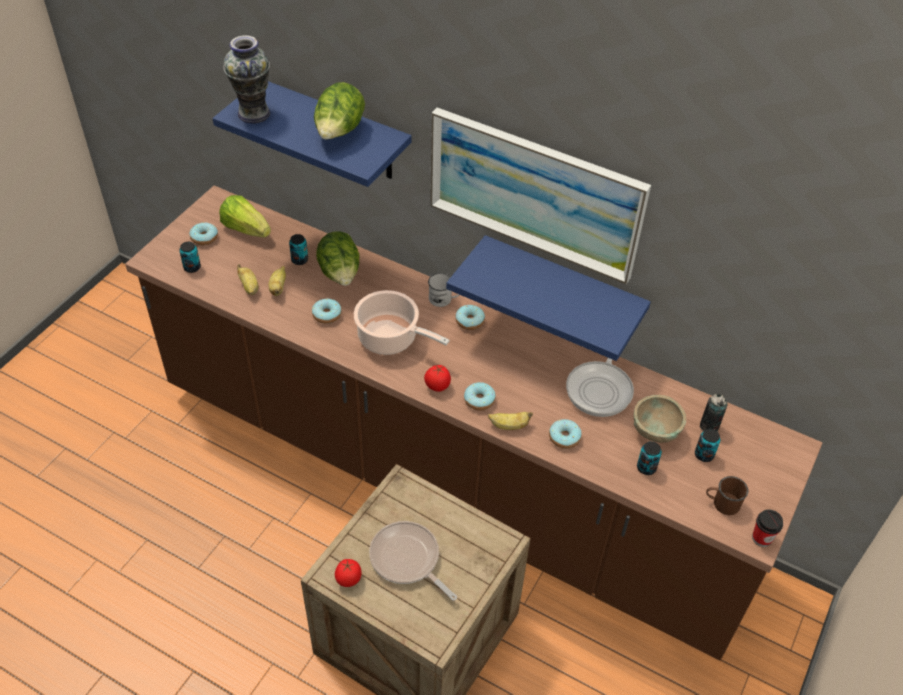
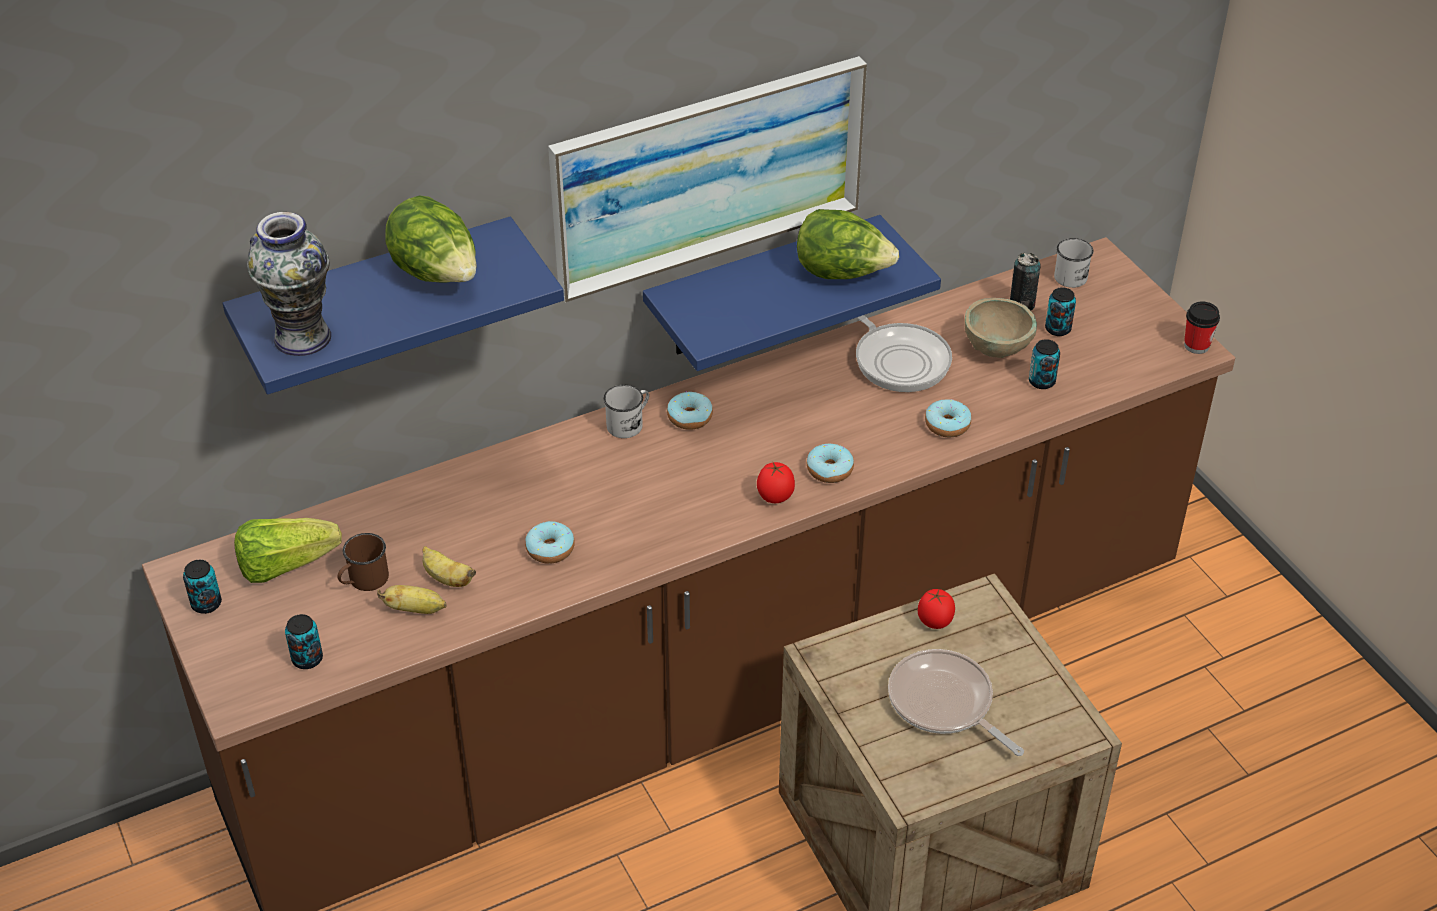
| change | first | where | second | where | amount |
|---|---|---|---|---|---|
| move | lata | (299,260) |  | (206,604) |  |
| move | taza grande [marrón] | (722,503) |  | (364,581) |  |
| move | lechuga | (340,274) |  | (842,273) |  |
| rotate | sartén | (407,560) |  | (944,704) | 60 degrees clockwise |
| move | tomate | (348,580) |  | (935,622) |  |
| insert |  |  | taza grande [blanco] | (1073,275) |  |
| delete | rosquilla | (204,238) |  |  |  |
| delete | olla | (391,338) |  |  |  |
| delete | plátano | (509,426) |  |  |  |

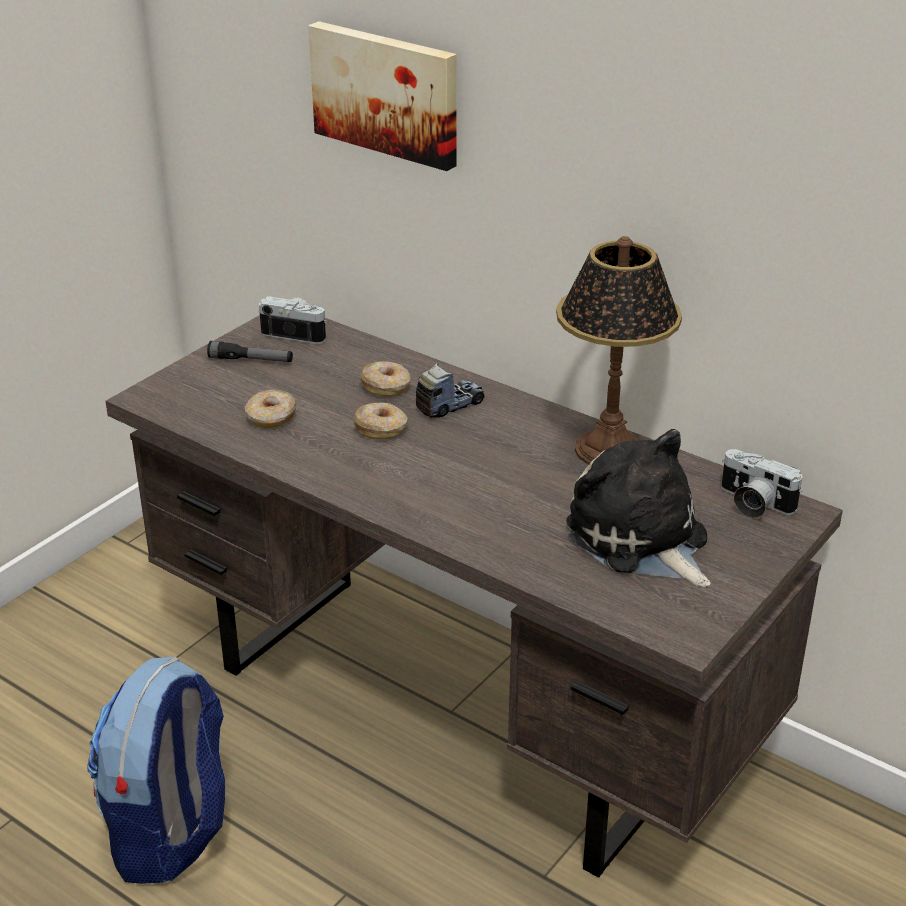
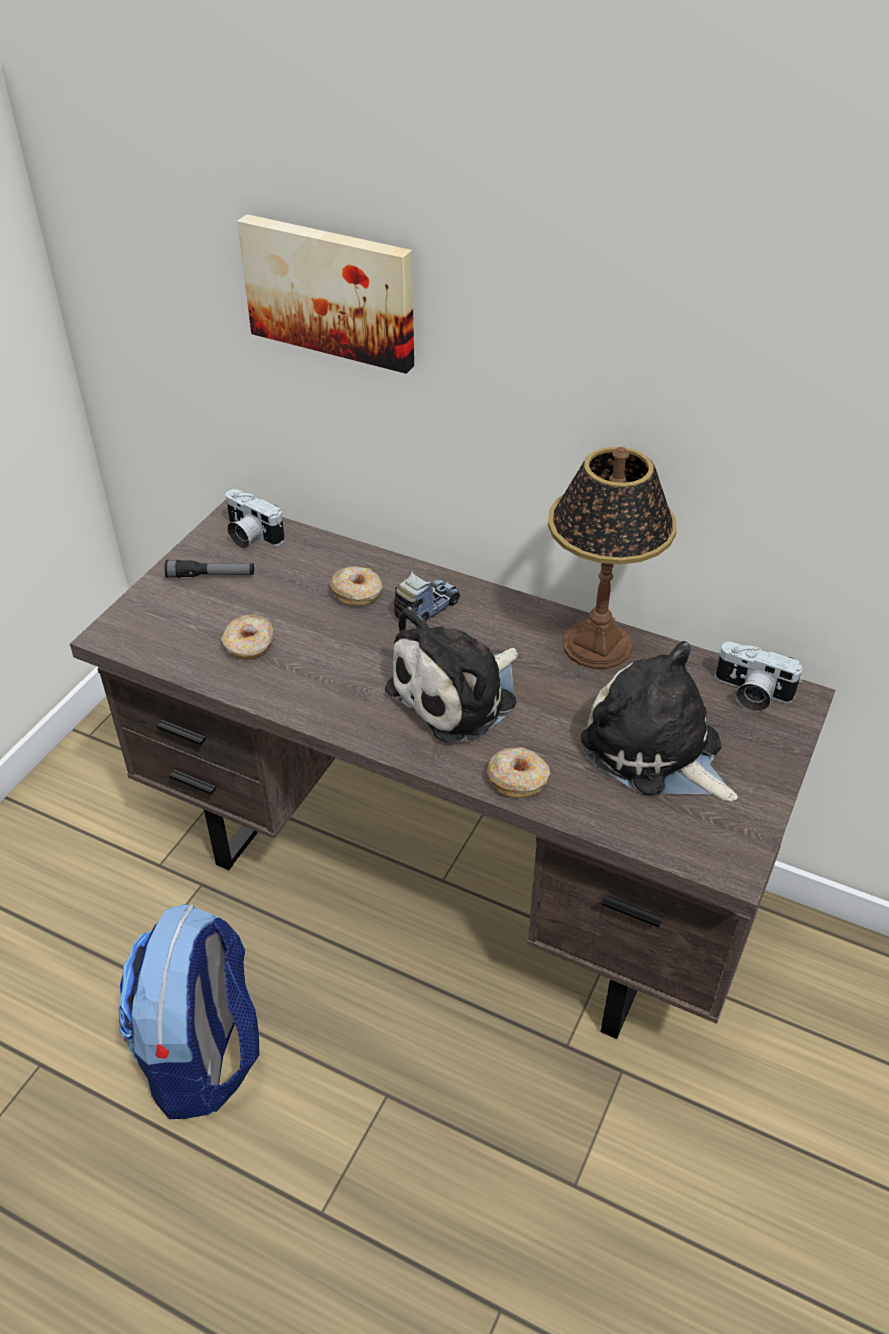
| change | first | where | second | where | amount |
|---|---|---|---|---|---|
| rotate | cámara | (297,332) |  | (250,536) | 150 degrees counterclockwise |
| insert |  |  | peluche | (458,695) |  |
| move | rosquilla | (381,428) |  | (518,779) |  |

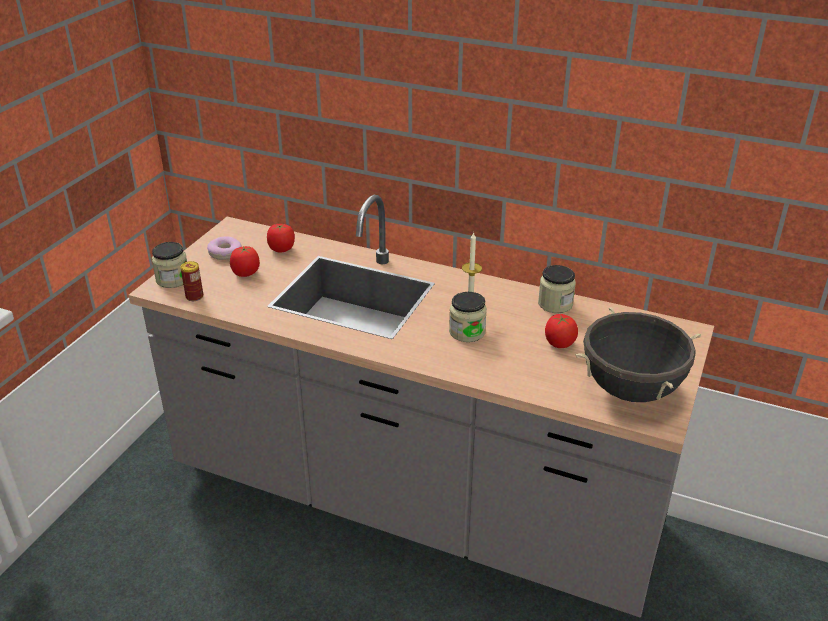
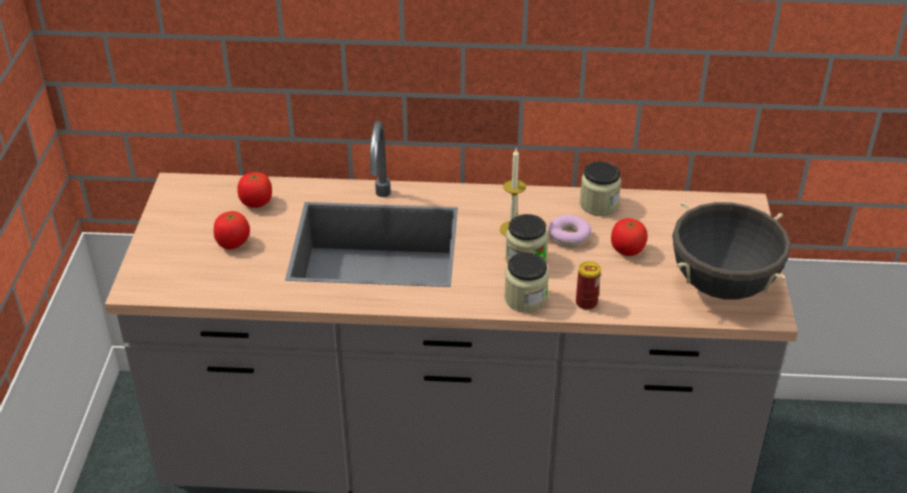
| change | first | where | second | where | amount |
|---|---|---|---|---|---|
| move | tarro | (173,279) |  | (525,299) |  |
| move | rosquilla | (225,253) |  | (569,237) |  |
| move | lata | (194,296) |  | (586,303) |  |

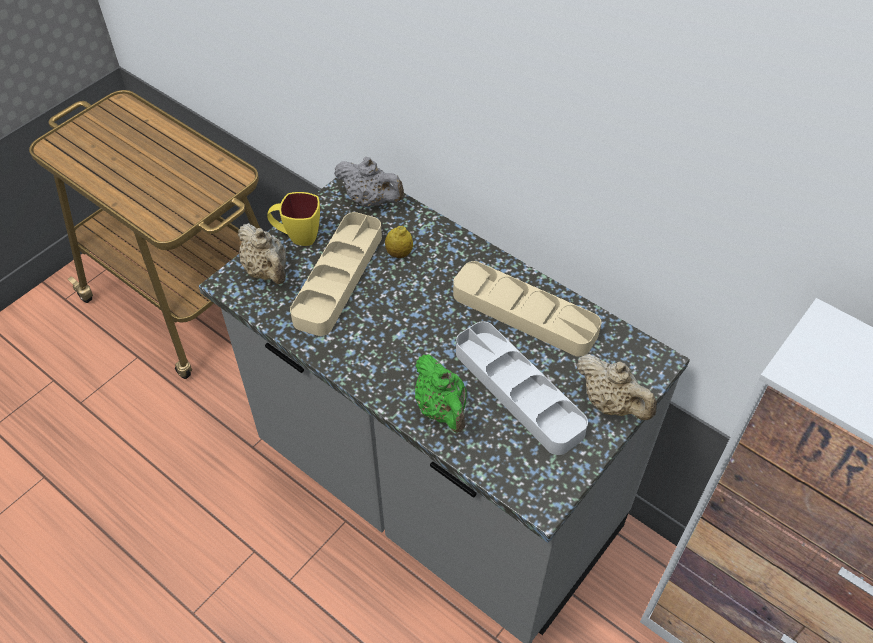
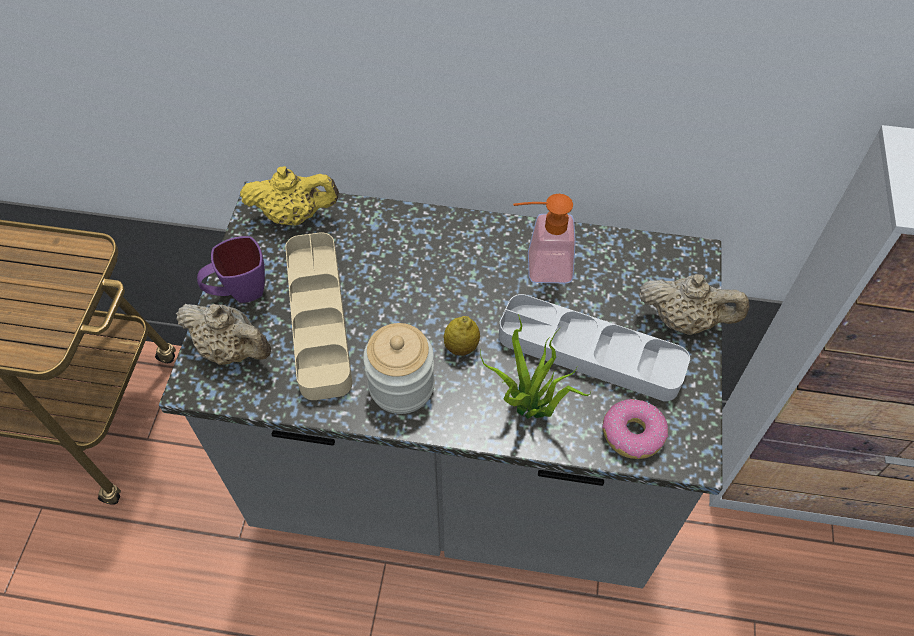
| change | first | where | second | where | amount |
|---|---|---|---|---|---|
| recolor | taza grande [amarillo] | (297,237) | taza grande [morado] | (239,293) |  |
| recolor | tetera [gris] | (371,200) | tetera [amarillo] | (295,215) |  |
| insert |  |  | tarro | (401,386) |  |
| move | limón | (399,253) |  | (461,347) |  |
| replace | tetera [verde] | (442,409) | planta en maceta | (529,411) |  |
| replace | bandeja [beis] | (524,313) | dispensador de jabón | (540,267) |  |
| insert |  |  | rosquilla | (633,433) |  |

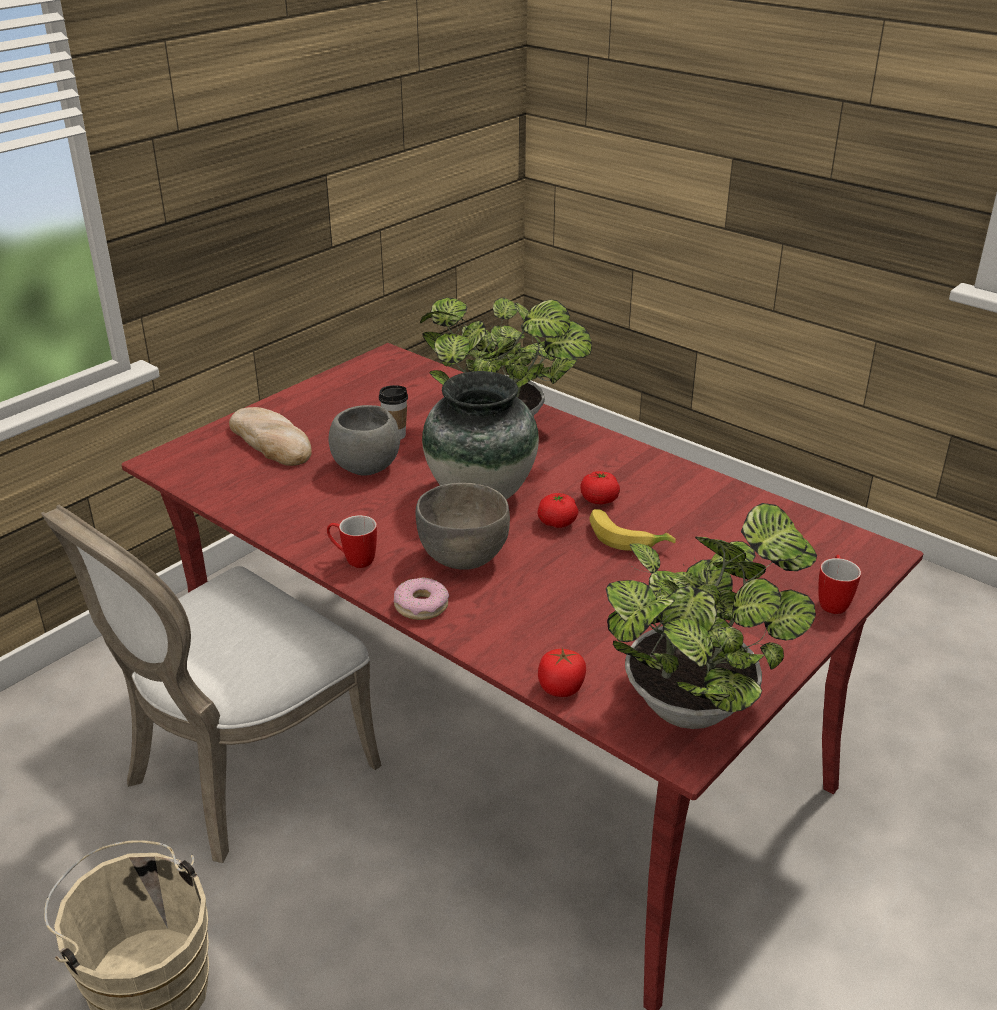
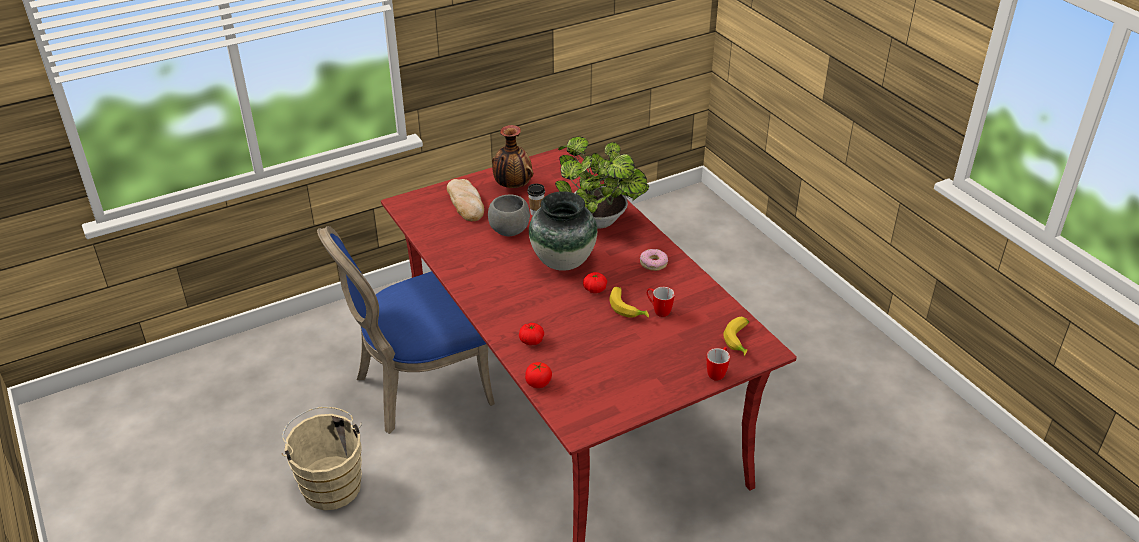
| change | first | where | second | where | amount |
|---|---|---|---|---|---|
| recolor | silla [blanco] | (240,774) | silla [azul] | (417,388) |  |
| insert |  |  | florero | (512,186) |  |
| move | tomate | (599,500) |  | (531,341) |  |
| move | rosquilla | (421,606) |  | (653,263) |  |
| move | taza grande | (353,560) |  | (658,311) |  |
| insert |  |  | plátano | (740,341) |  |
| delete | cuenco [gris] | (464,558) |  |  |  |
| delete | planta en maceta | (696,701) |  |  |  |

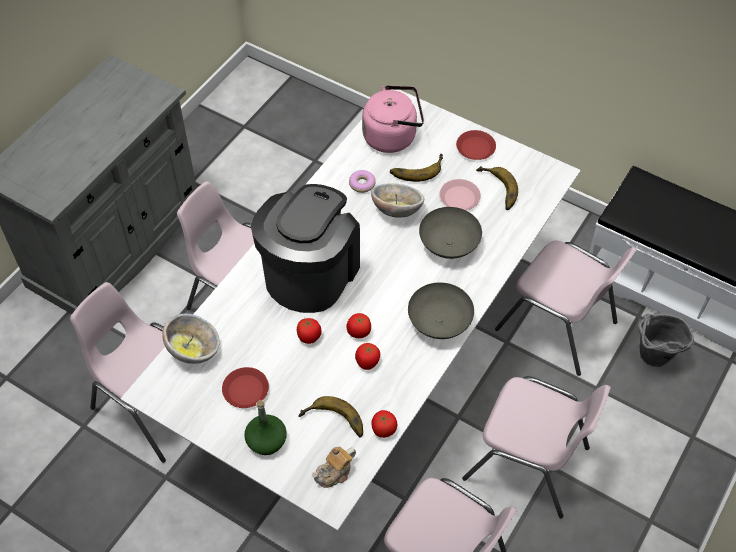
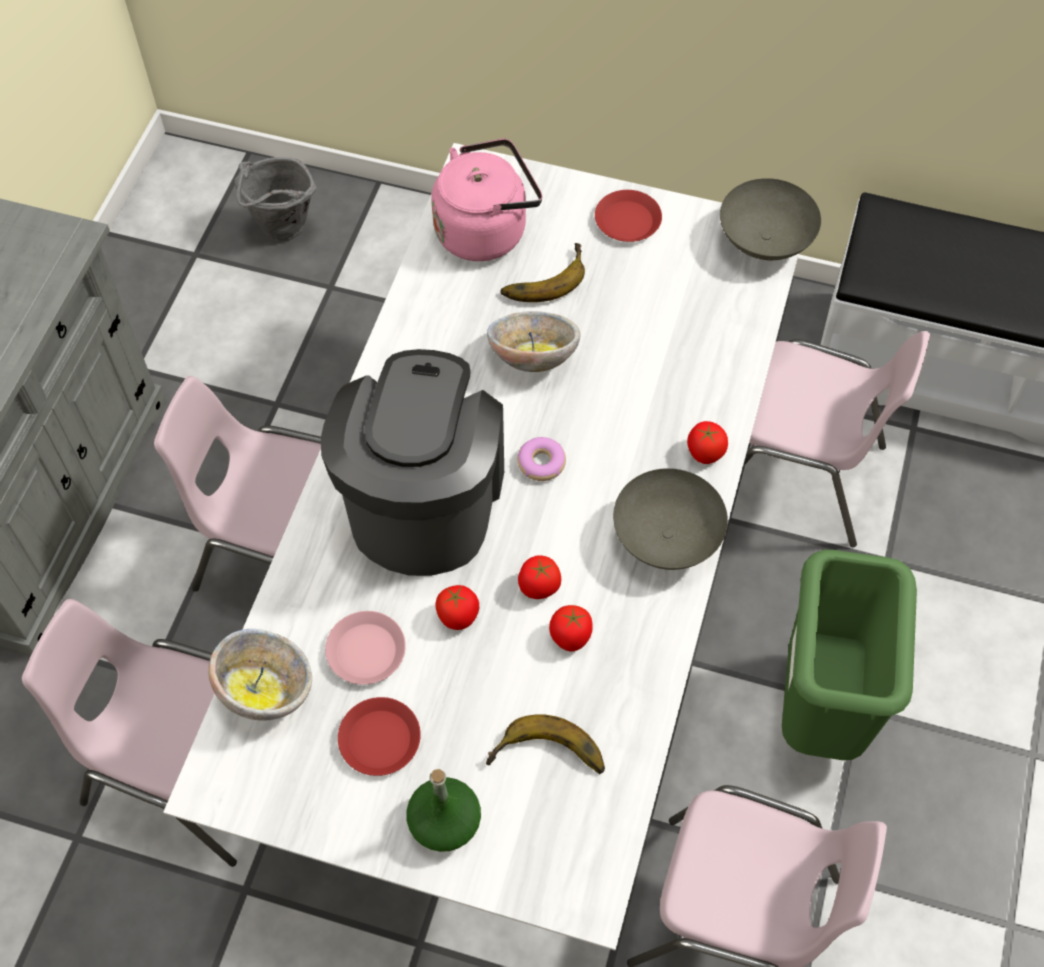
| change | first | where | second | where | amount |
|---|---|---|---|---|---|
| move | cubo [gris] | (652,360) |  | (282,233) |  |
| move | plato [rosa] | (459,198) |  | (366,651) |  |
| move | rosquilla | (362,184) |  | (541,463) |  |
| move | tomate | (383,429) |  | (704,452) |  |
| move | cuenco [gris] | (448,244) |  | (764,240) |  |
| replace | silla [rosa] | (528,463) | papelera [verde] | (821,711) |  |
| delete | tetera | (334,473) |  |  |  |
| delete | plátano | (496,190) |  |  |  |

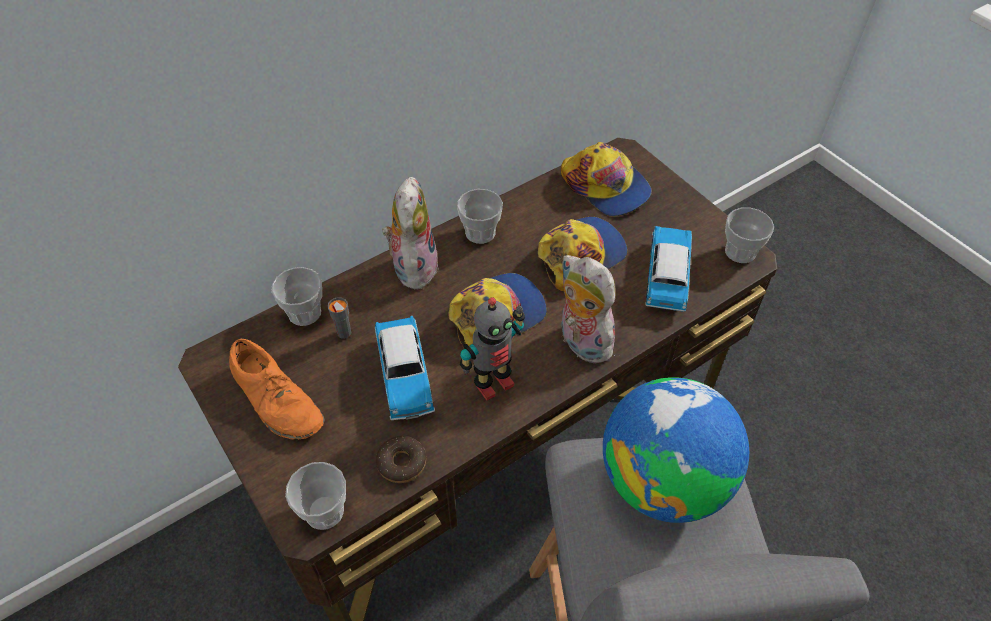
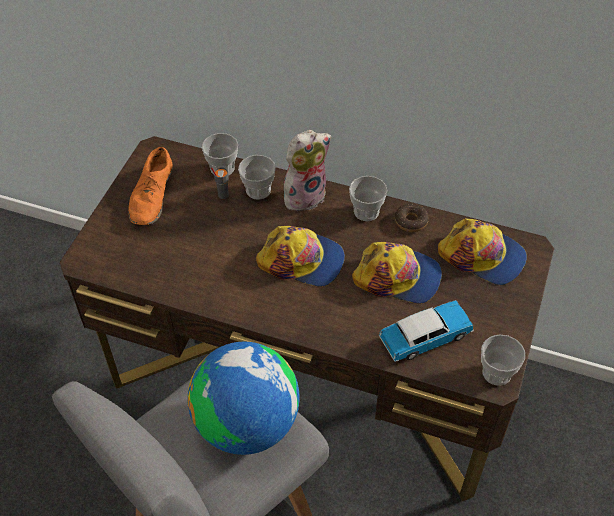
| change | first | where | second | where | amount |
|---|---|---|---|---|---|
| move | taza | (324,511) |  | (258,190) |  |
| move | rosquilla | (402,463) |  | (411,221) |  |
| rotate | gorra | (606,186) |  | (482,256) | 75 degrees counterclockwise |
| delete | coche de juguete | (404,376) |  |  |  |
| delete | robot de juguete | (493,383) |  |  |  |
| delete | peluche | (581,342) |  |  |  |

